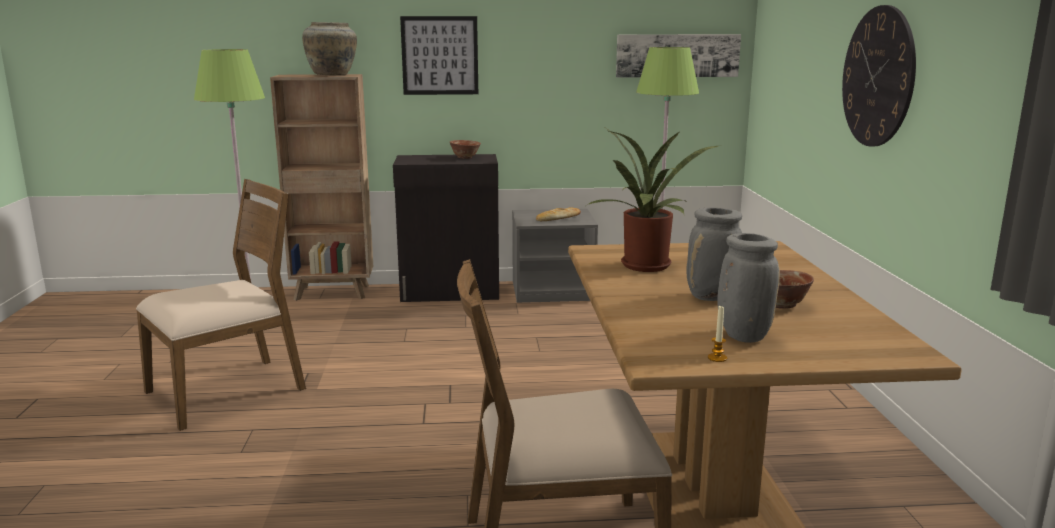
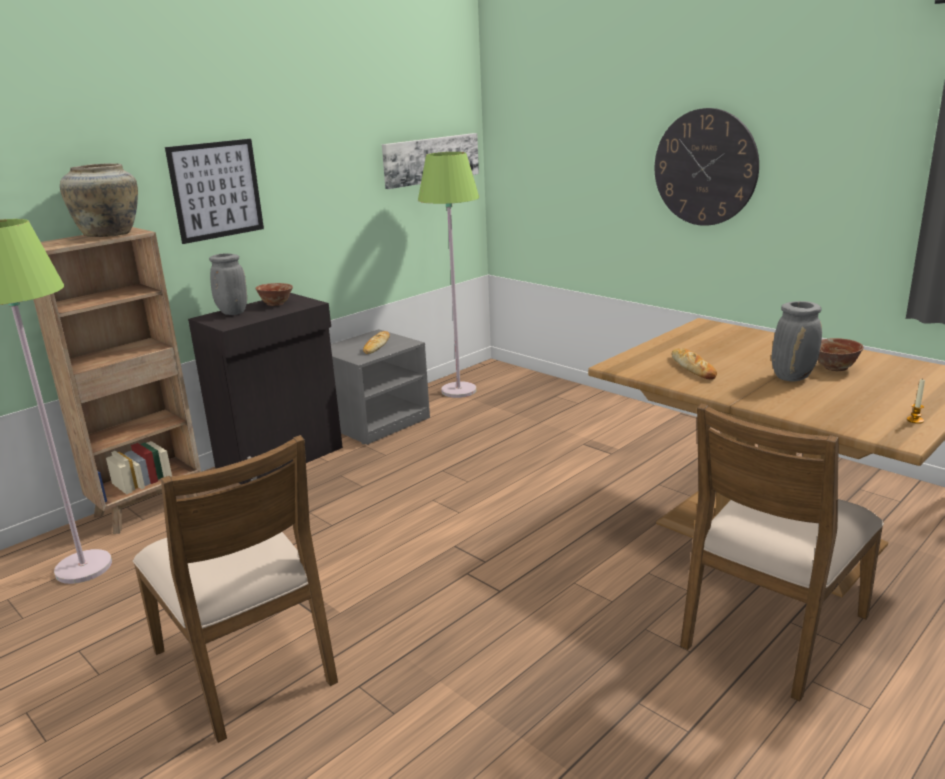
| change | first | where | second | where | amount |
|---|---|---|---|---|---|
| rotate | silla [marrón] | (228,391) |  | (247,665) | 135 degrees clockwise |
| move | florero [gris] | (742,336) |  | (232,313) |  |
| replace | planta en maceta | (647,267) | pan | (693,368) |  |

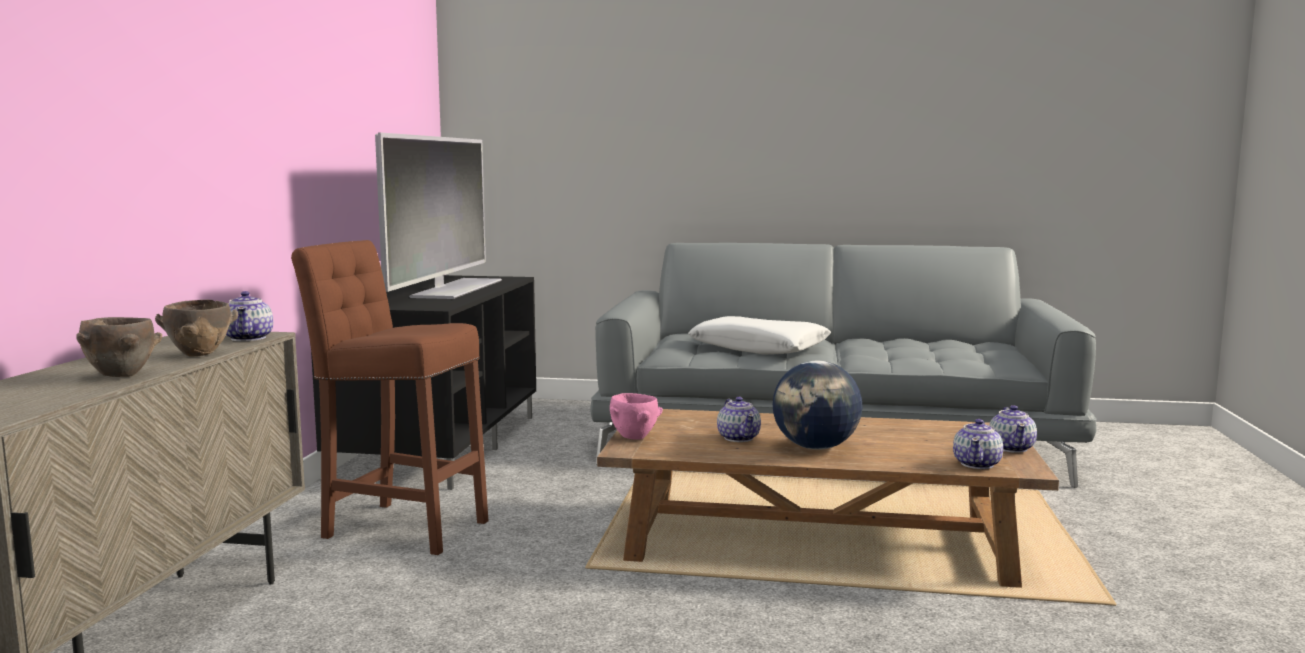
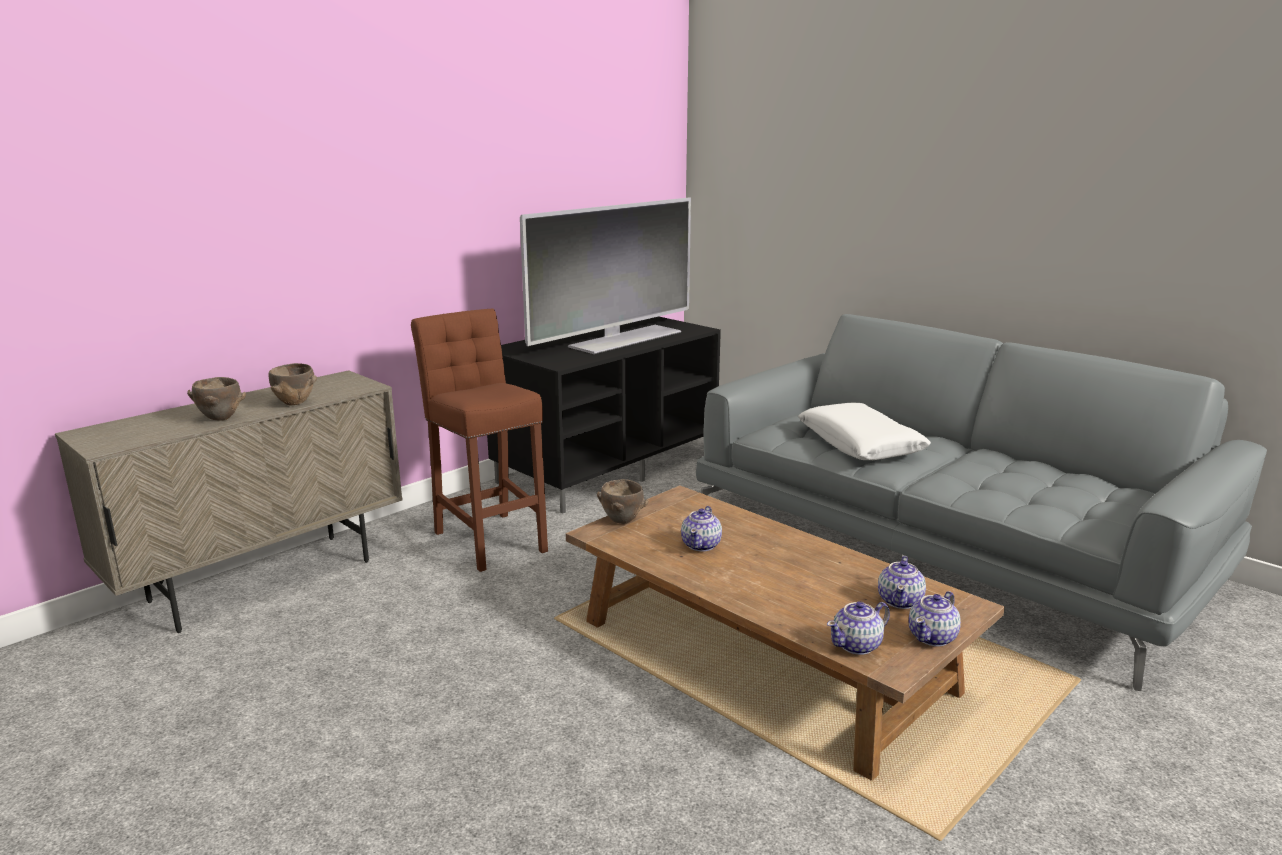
| change | first | where | second | where | amount |
|---|---|---|---|---|---|
| recolor | cuenco [rosa] | (634,438) | cuenco [marrón] | (622,521) |  |
| move | tetera | (249,338) |  | (900,601) |  |
| delete | globo terráqueo | (816,447) |  |  |  |

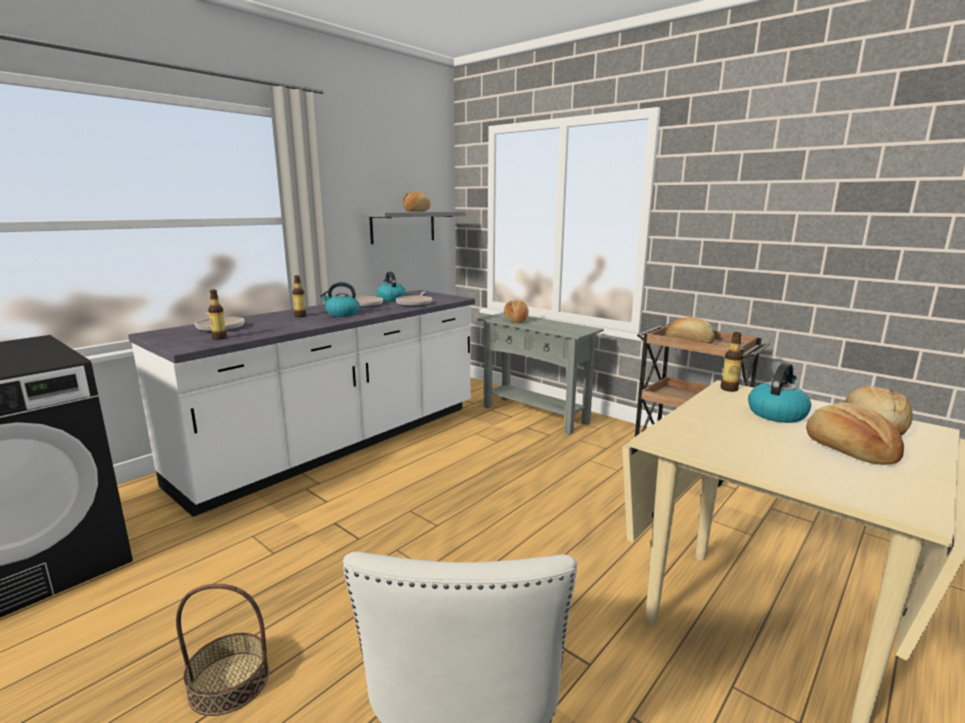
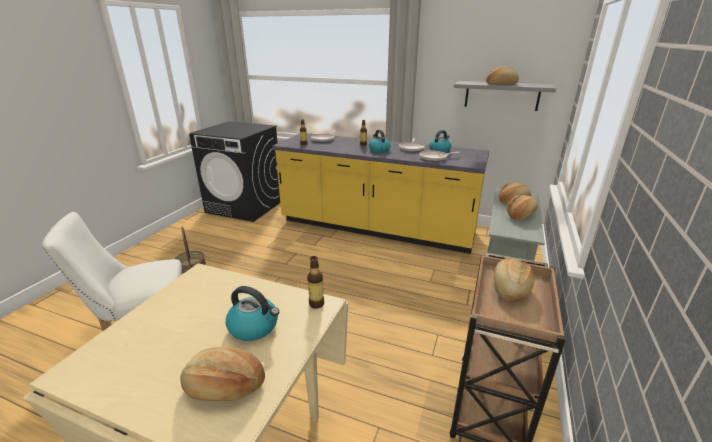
| change | first | where | second | where | amount |
|---|---|---|---|---|---|
| recolor | mueble bajo de cocina [blanco] | (339,444) | mueble bajo de cocina [amarillo] | (376,228) |  |
| move | pan | (848,450) |  | (520,215) |  |

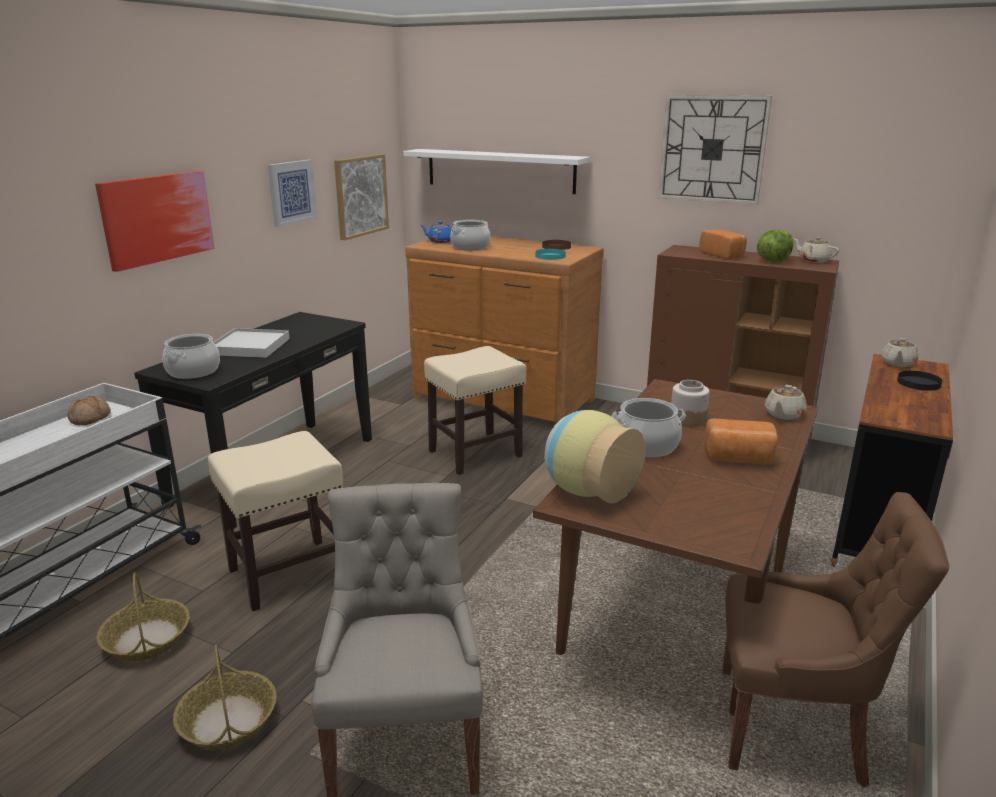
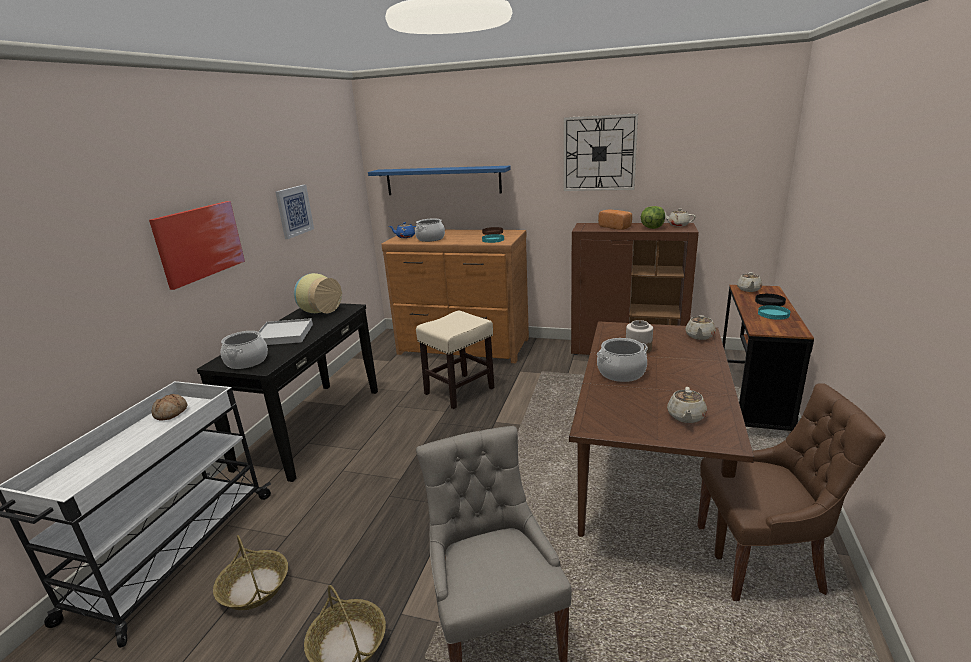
| change | first | where | second | where | amount |
|---|---|---|---|---|---|
| move | florero | (587,490) |  | (318,311) |  |
| recolor | estante [blanco] | (500,170) | estante [azul] | (442,181) |  |
| insert |  |  | tetera [beis] | (686,417) |  |
| insert |  |  | plato [turquesa] | (773,314) |  |
| delete | taburete [beis] | (287,574) |  |  |  |
| delete | cuadro | (361,196) |  |  |  |
| delete | pan | (739,459) |  |  |  |

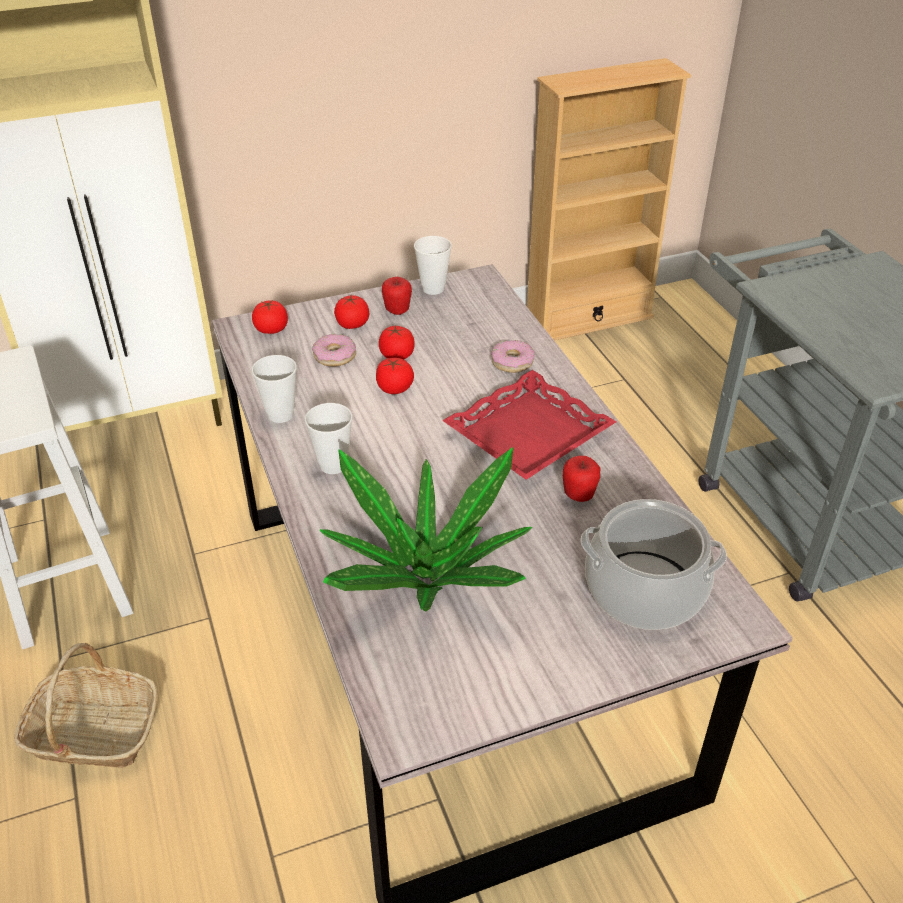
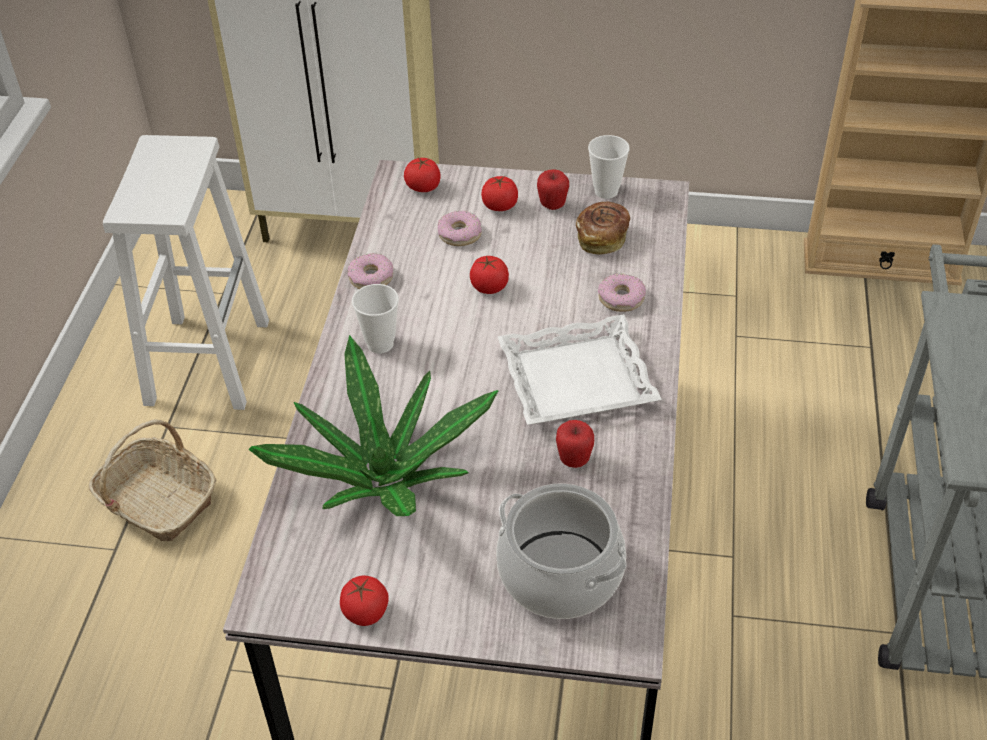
| change | first | where | second | where | amount |
|---|---|---|---|---|---|
| move | tomate | (397,356) |  | (365,612) |  |
| replace | taza | (280,415) | rosquilla | (371,278) |  |
| recolor | bandeja [rojo] | (529,435) | bandeja [blanco] | (577,380) |  |
| insert |  |  | pan | (602,238) |  |

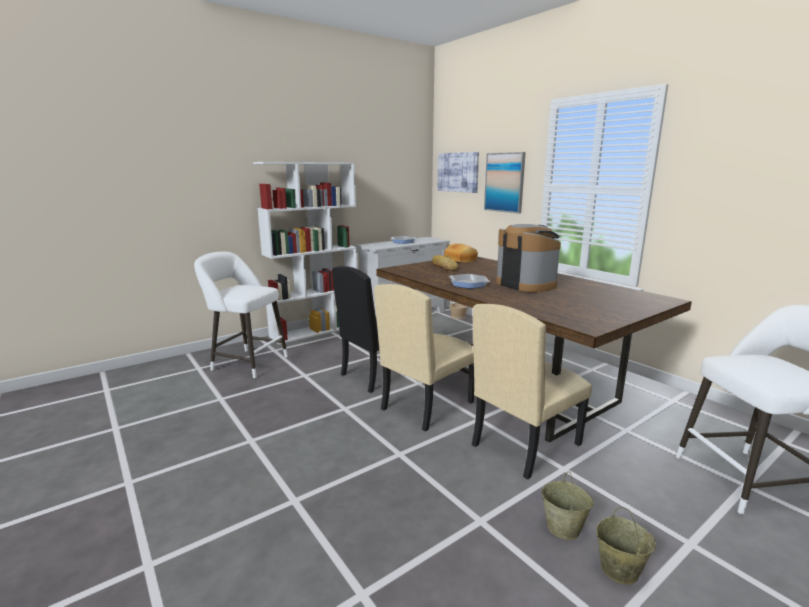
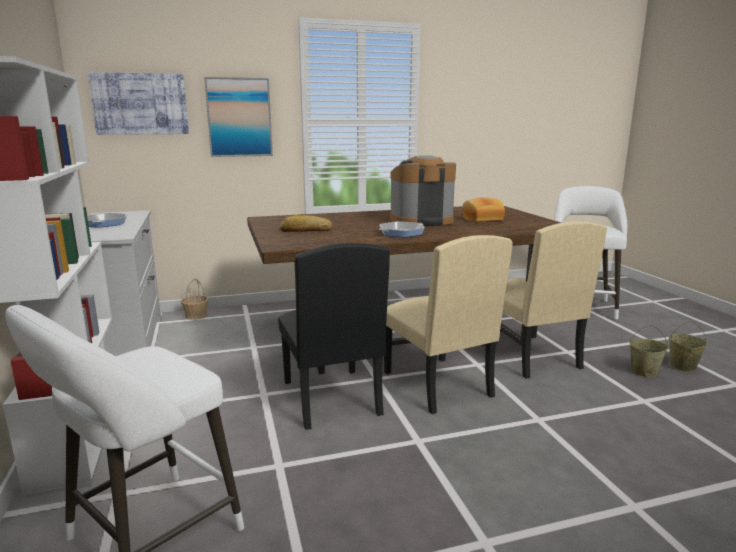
| change | first | where | second | where | amount |
|---|---|---|---|---|---|
| move | pan | (461,260) |  | (482,219) |  |

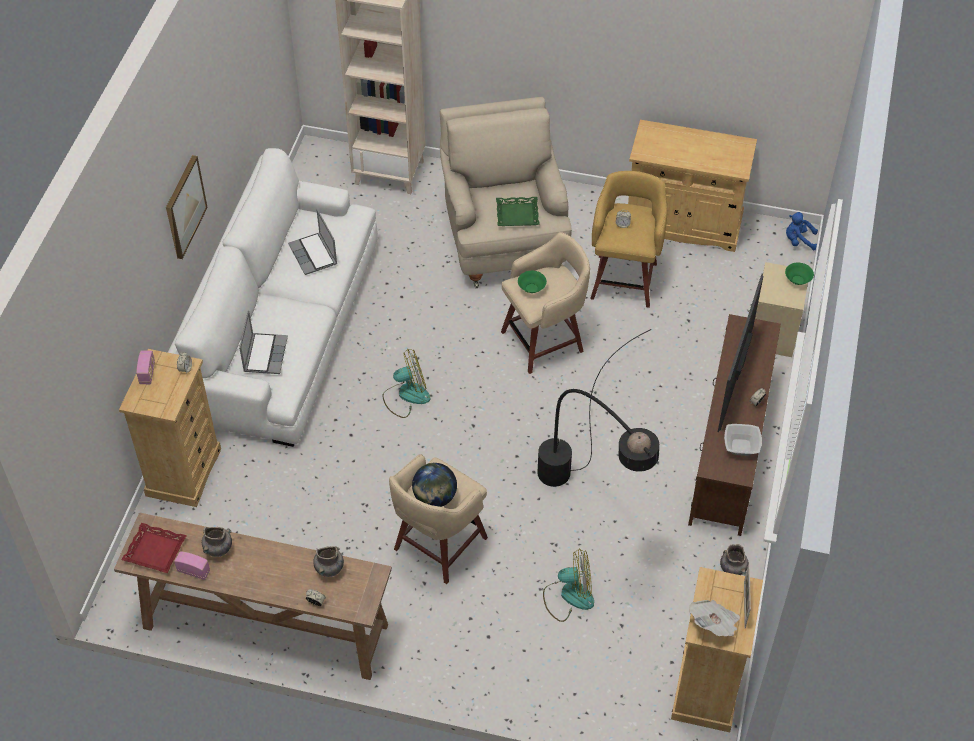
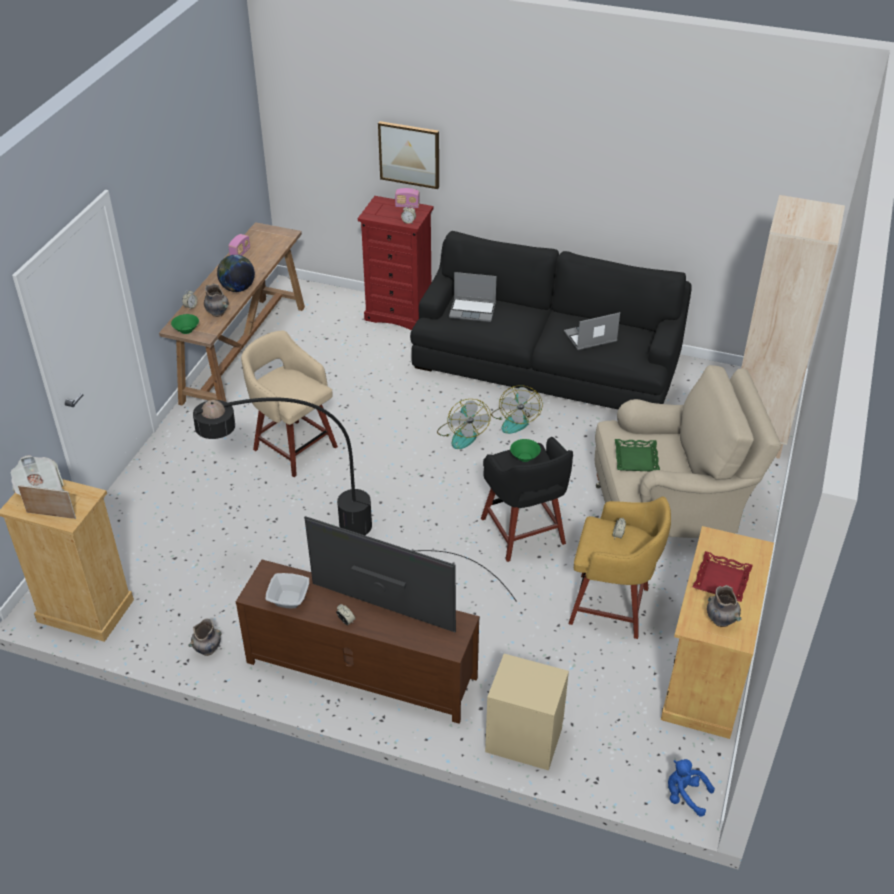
| change | first | where | second | where | amount |
|---|---|---|---|---|---|
| move | cuenco [verde] | (798,280) |  | (186,330) |  |
| move | globo terráqueo | (435,498) |  | (238,289) |  |
| recolor | cómoda [beis] | (183,472) | cómoda [rojo] | (399,313) |  |
| move | cuadro | (184,206) |  | (409,154) |  |
| recolor | sofá [blanco] | (284,329) | sofá [negro] | (546,364) |  |
| recolor | taburete [beis] | (545,341) | taburete [negro] | (523,533) |  |
| move | ventilador | (568,596) |  | (515,420) |  |
| rotate | peluche [azul] | (798,241) |  | (685,795) | 75 degrees counterclockwise |
| move | bandeja [rojo] | (155,550) |  | (722,581) |  |
| move | florero [gris] | (219,550) |  | (721,621) |  |

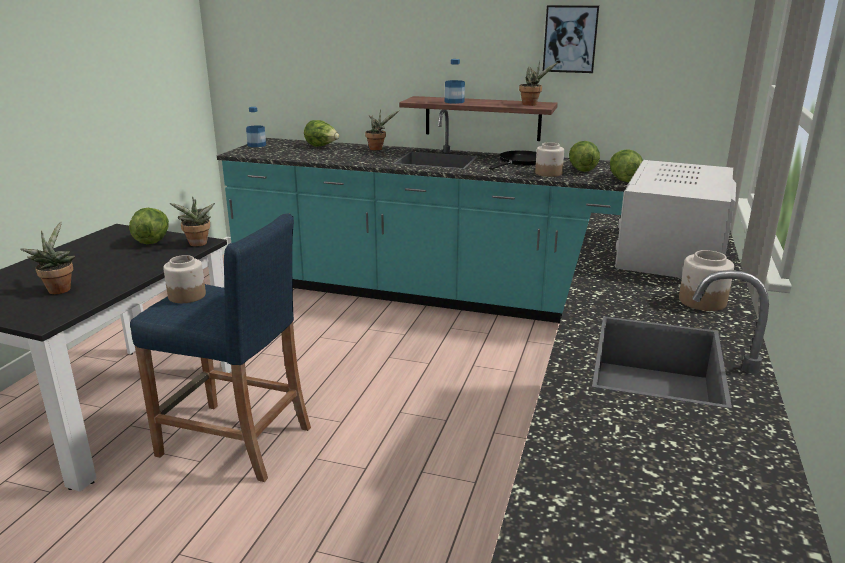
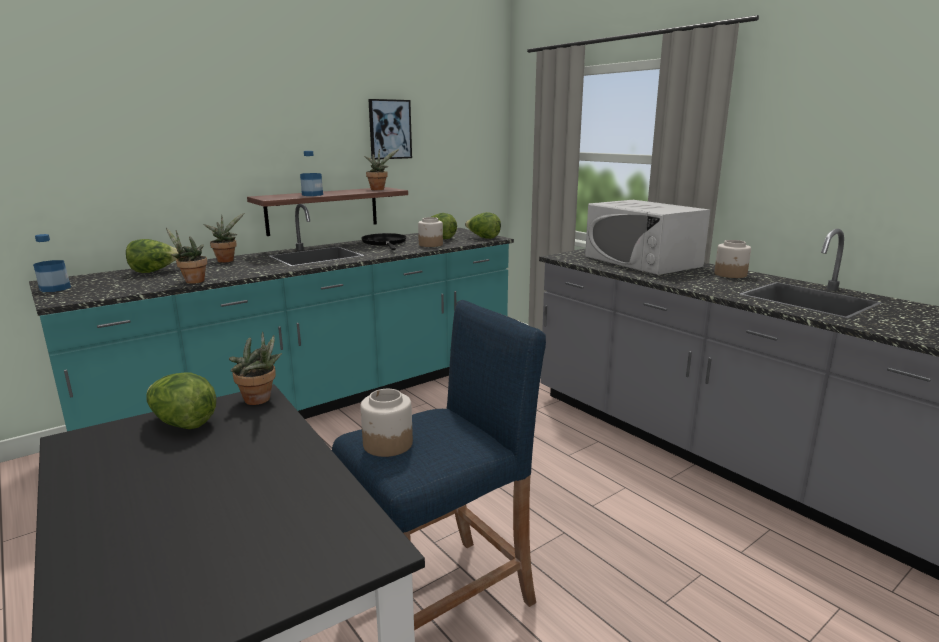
| change | first | where | second | where | amount |
|---|---|---|---|---|---|
| move | planta en maceta | (59,289) |  | (192,281) |  |

